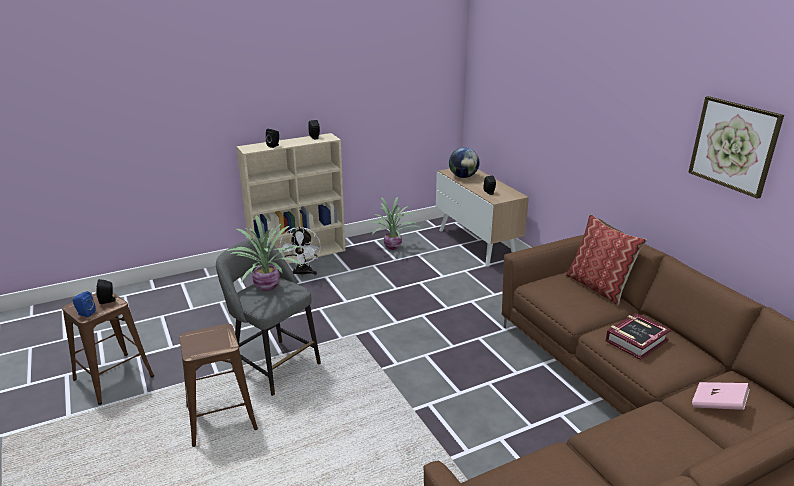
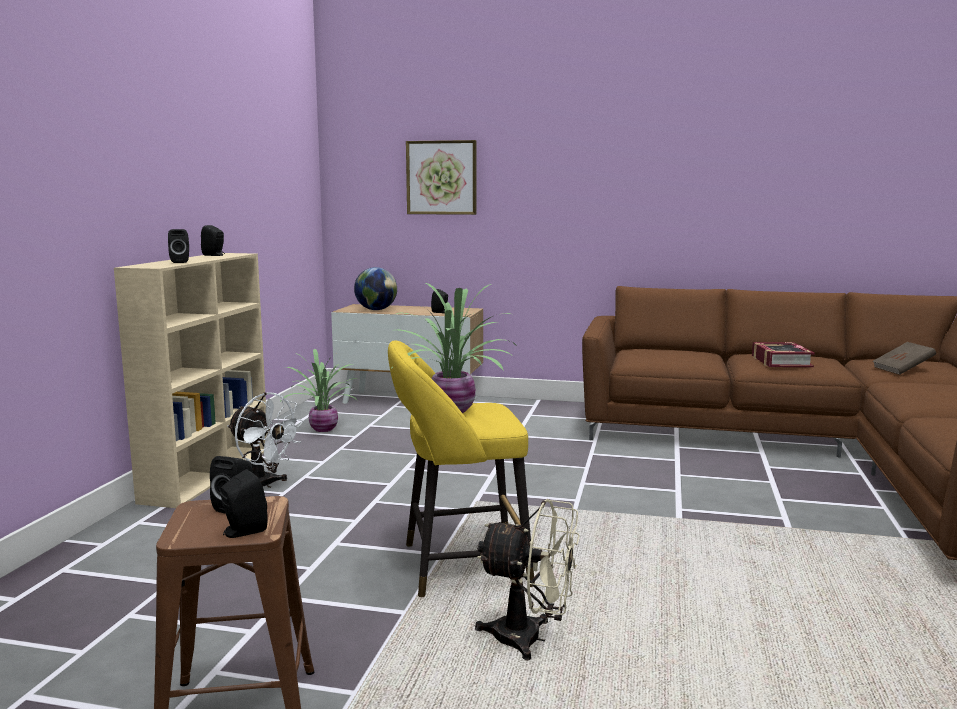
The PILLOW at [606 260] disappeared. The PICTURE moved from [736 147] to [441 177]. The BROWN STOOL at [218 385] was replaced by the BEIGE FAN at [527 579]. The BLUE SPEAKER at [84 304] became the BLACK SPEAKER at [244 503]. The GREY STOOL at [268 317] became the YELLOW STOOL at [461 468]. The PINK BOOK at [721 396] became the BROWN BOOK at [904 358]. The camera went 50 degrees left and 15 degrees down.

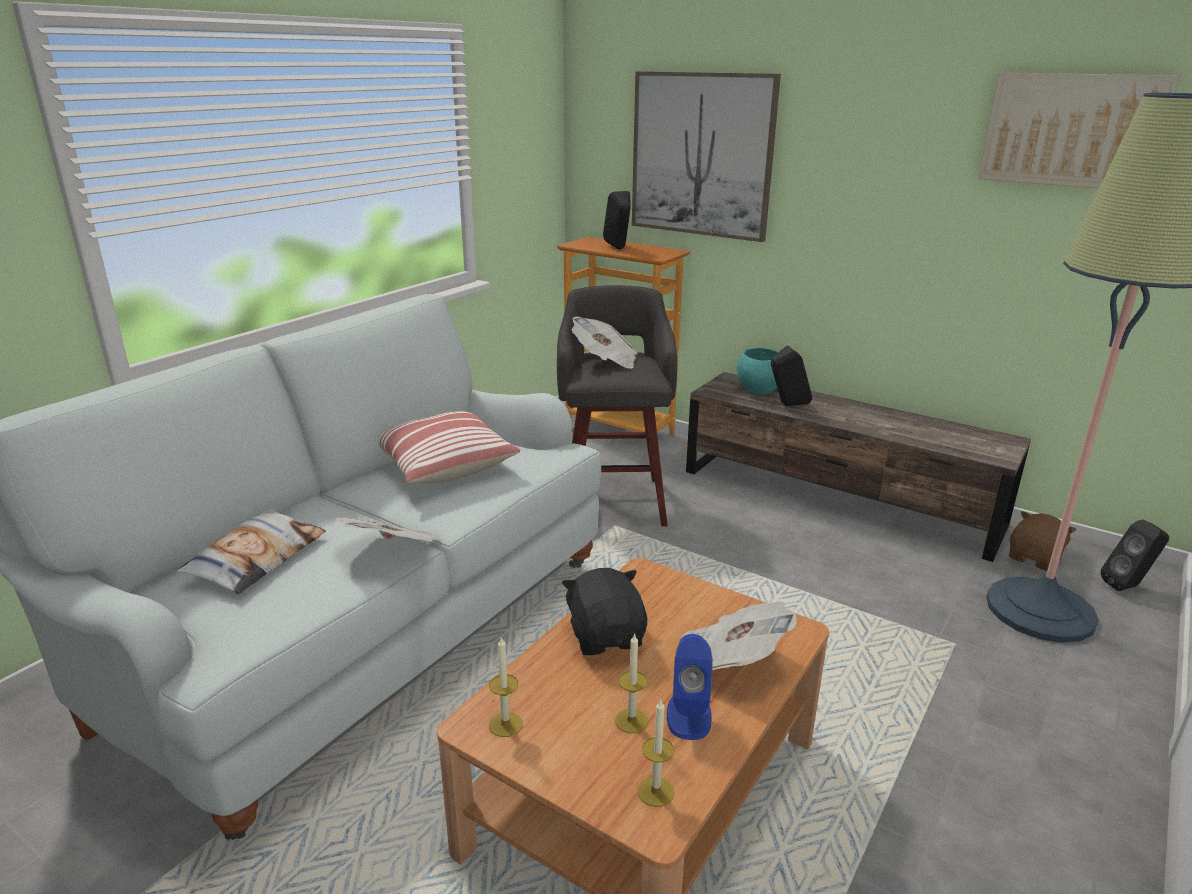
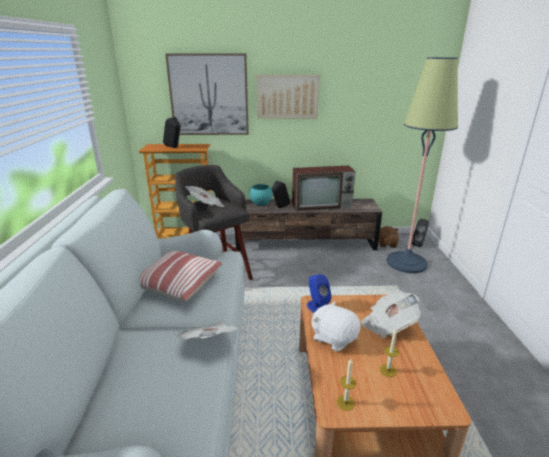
The PILLOW at [251 551] disappeared. The CANDLE at [656 752] disappeared. The TELEVISION at [323 188] appeared. The BLUE SPEAKER moved from [690 687] to [319 293]. The PICTURE moved from [1079 130] to [288 97]. The BLACK PLUSH TOY at [604 611] became the WHITE PLUSH TOY at [336 326]. The camera went 35 degrees left and 0 degrees up.

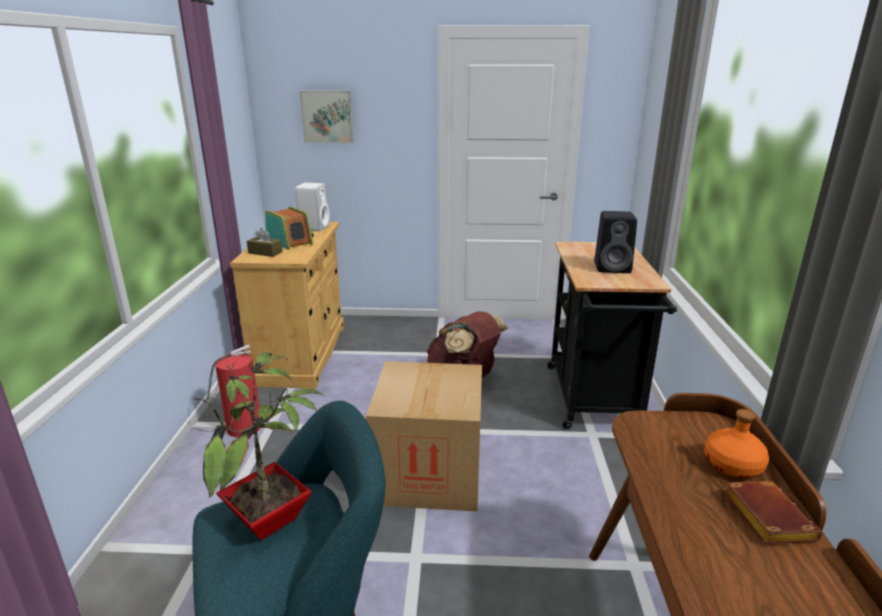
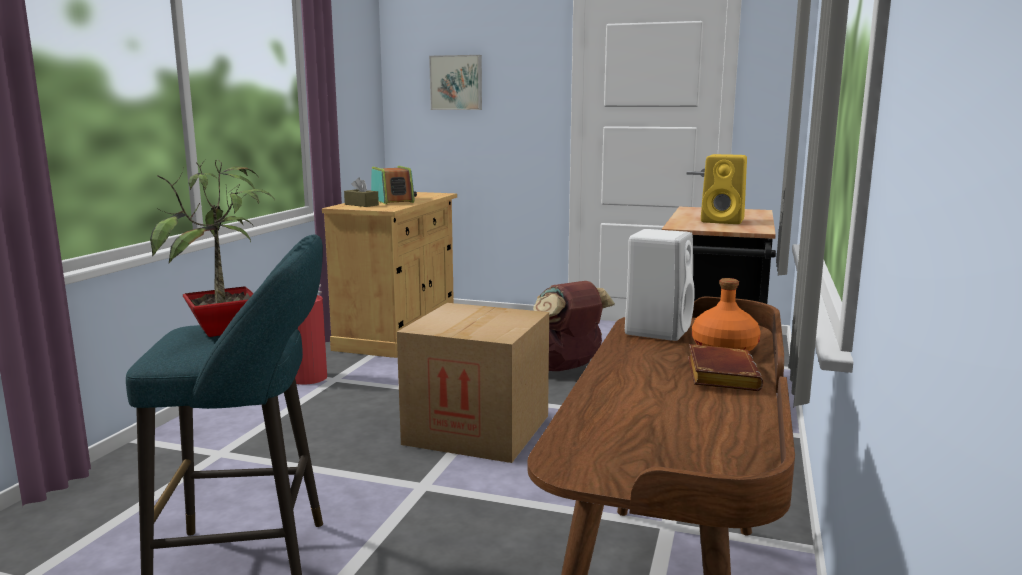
The WHITE SPEAKER moved from [312 207] to [660 285]. The BLACK SPEAKER at [615 242] became the YELLOW SPEAKER at [724 189]. The camera went 15 degrees right and 10 degrees down.

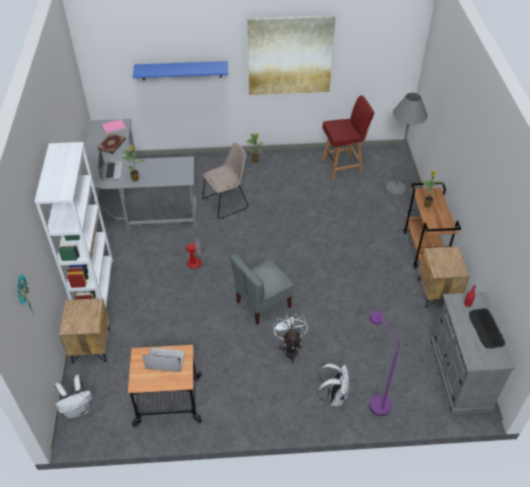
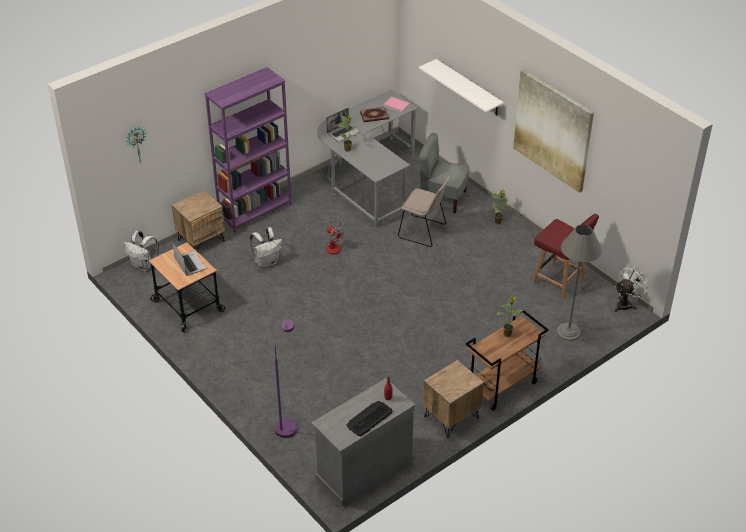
The GREY CHAIR moved from [262 289] to [444 173]. The WHITE FAN moved from [290 339] to [632 289]. The WHITE BACKPACK moved from [333 384] to [266 247]. The WHITE BOOKCASE at [73 225] became the PURPLE BOOKCASE at [248 150]. The BLUE SHELF at [180 70] became the WHITE SHELF at [461 87]. The camera went 55 degrees right and 5 degrees down.

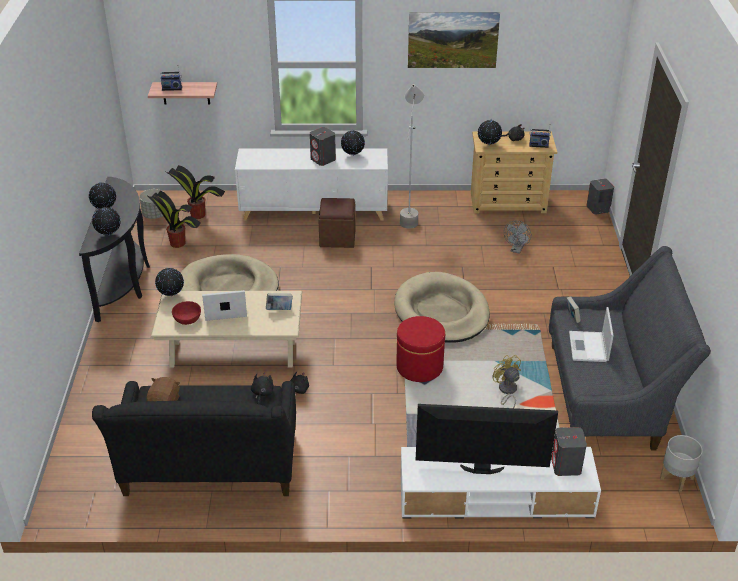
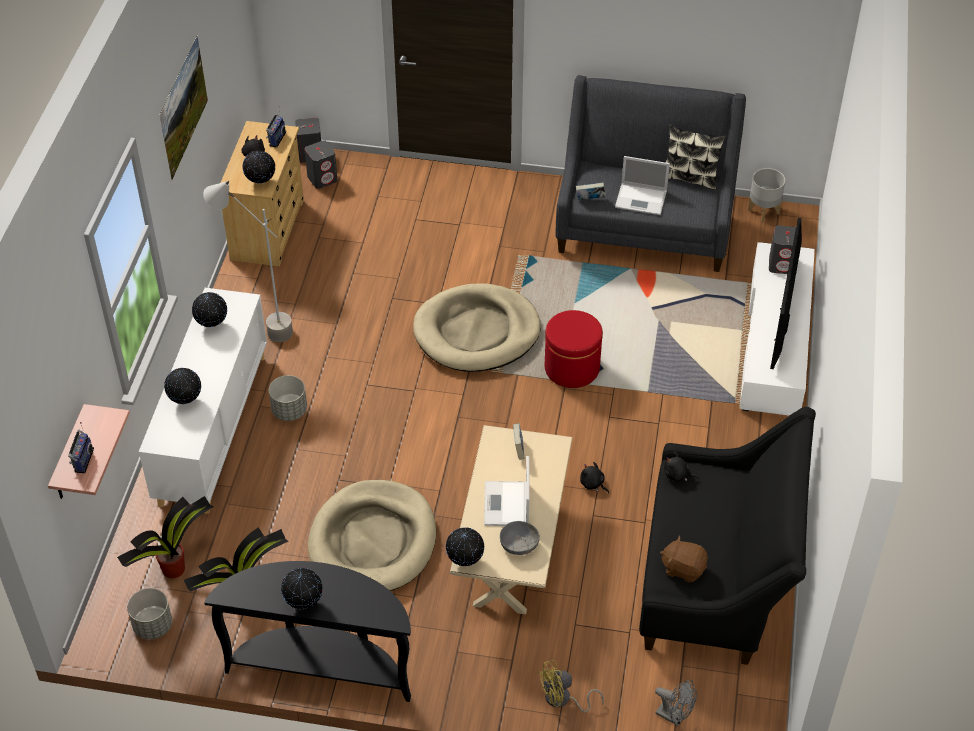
The PILLOW at [696 157] appeared. The GLOBE moved from [106 221] to [182 386]. The GREY SPEAKER moved from [323 146] to [320 164]. The YELLOW FAN moved from [506 381] to [571 686]. The GREY FAN moved from [517 237] to [676 703]. The BROWN OTTOMAN at [337 223] was replaced by the GREY PLANTER at [288 398]. The RED BOWL at [186 313] became the GREY BOWL at [520 538]. The camera went 80 degrees left and 10 degrees up.

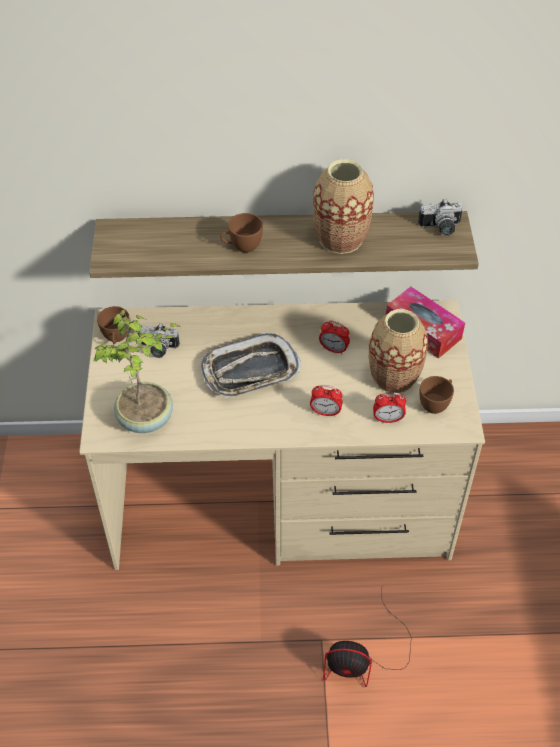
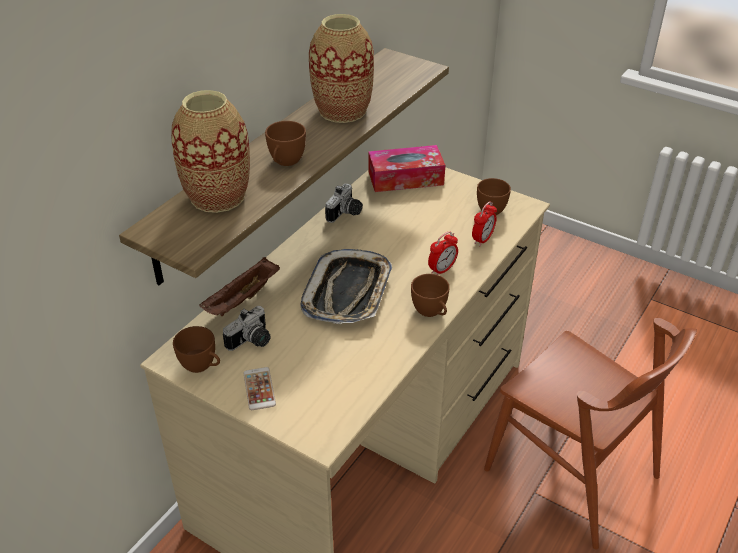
The POTTED PLANT at [137 371] disappeared. The ALARM CLOCK at [334 337] disappeared. The BROWN TRAY at [239 286] appeared. The PHONE at [259 388] appeared. The BROWN CUP at [430 295] appeared. The VASE moved from [398 351] to [210 151]. The PHOTO CAMERA moved from [440 217] to [344 203]. The FAN at [368 638] was replaced by the BROWN CHAIR at [590 433]. The camera went 55 degrees left and 10 degrees down.

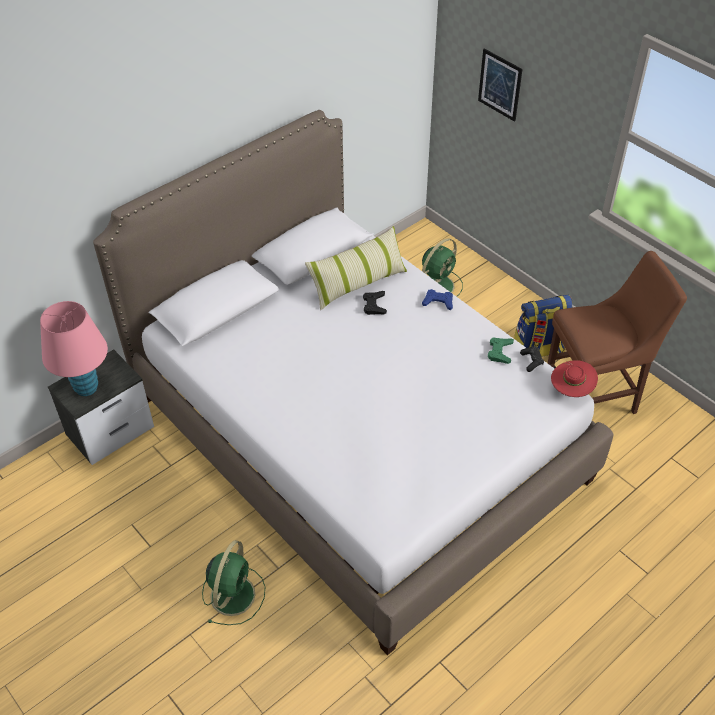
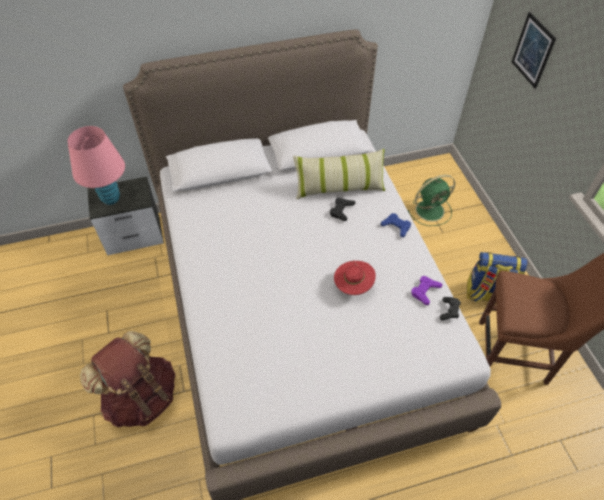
The RED HAT moved from [574 378] to [355 277]. The GREEN FAN at [233 582] was replaced by the BROWN BACKPACK at [127 379]. The GREEN GAME CONTROLLER at [501 351] became the PURPLE GAME CONTROLLER at [427 290]. The camera went 25 degrees right and 5 degrees up.

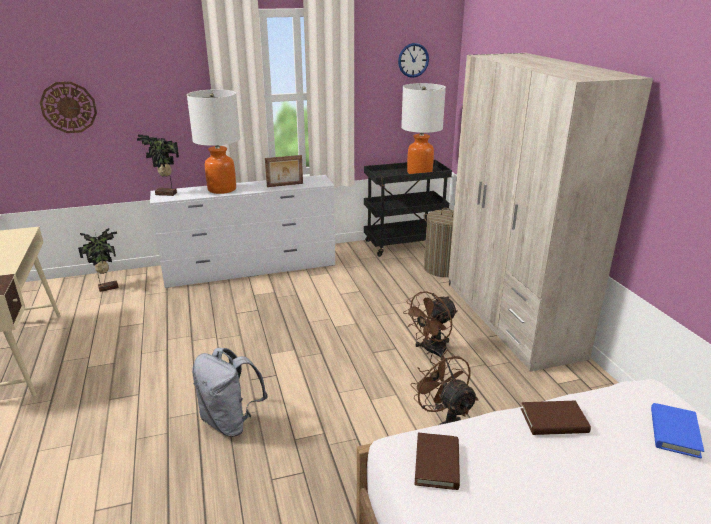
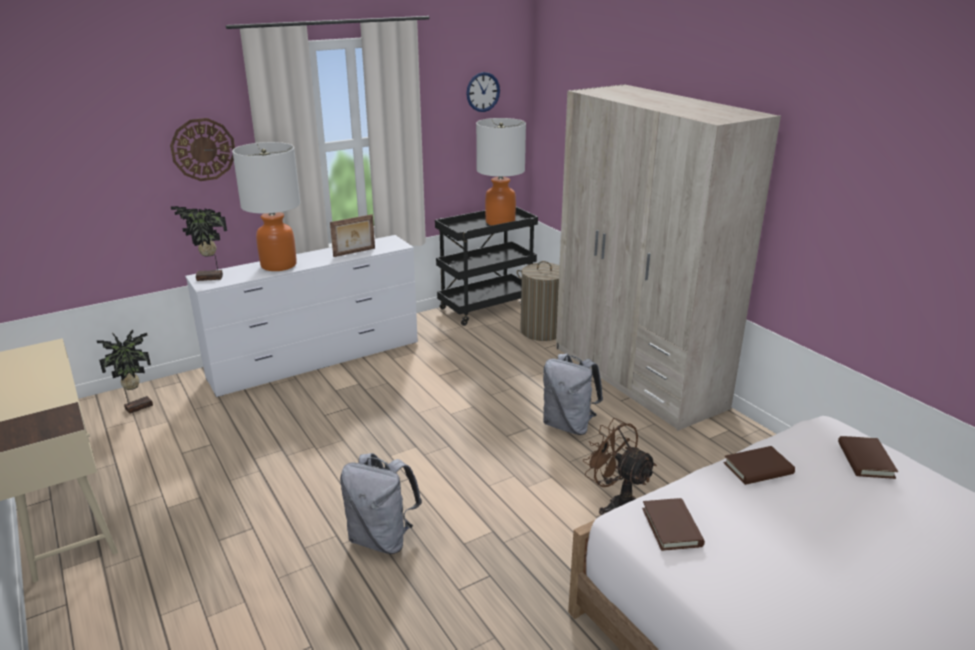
The WALL CLOCK moved from [68 107] to [202 149]. The BROWN FAN at [430 324] was replaced by the GREY BACKPACK at [573 394]. The BLUE BOOK at [677 431] became the BROWN BOOK at [868 457]. The camera went 15 degrees left and 0 degrees up.

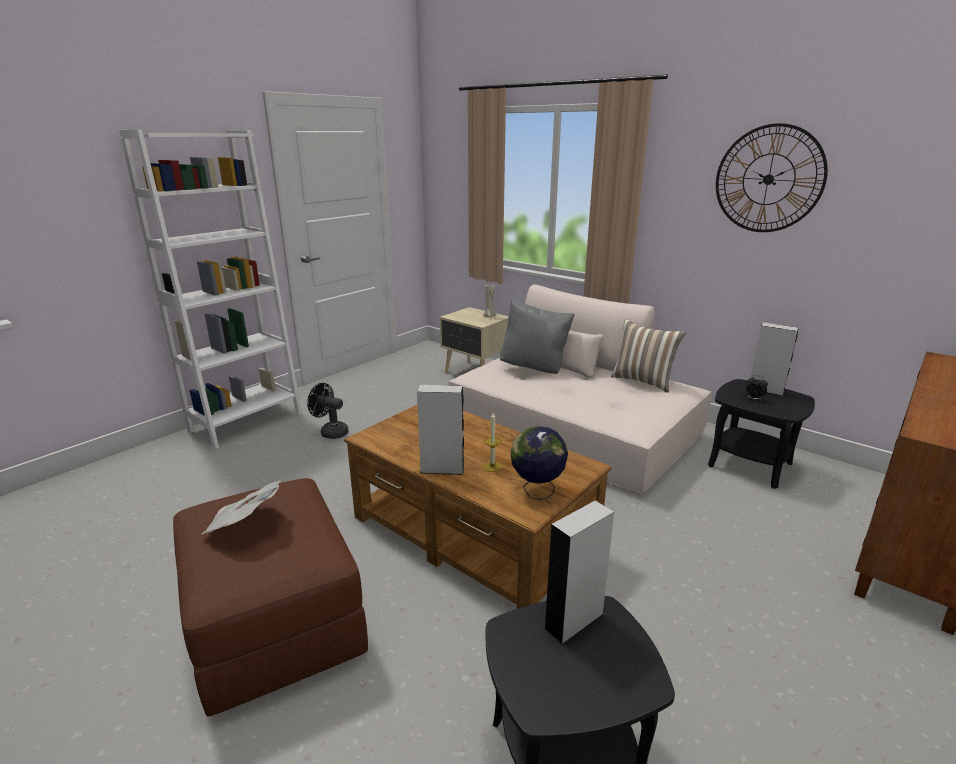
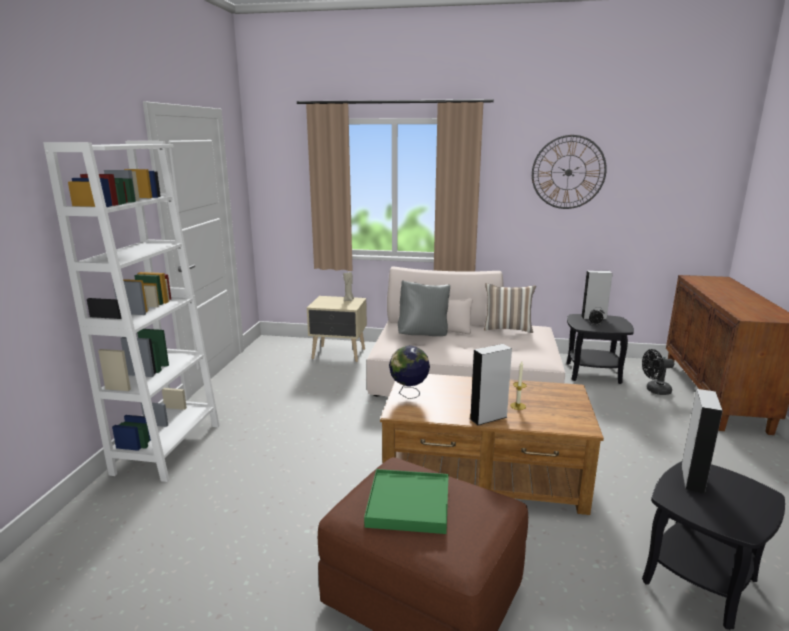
The BLACK FAN moved from [328 411] to [658 372]. The GLOBE moved from [539 463] to [409 372]. The NEWSPAPER at [241 507] was replaced by the GREEN TRAY at [406 501]. The camera went 30 degrees left and 5 degrees down.

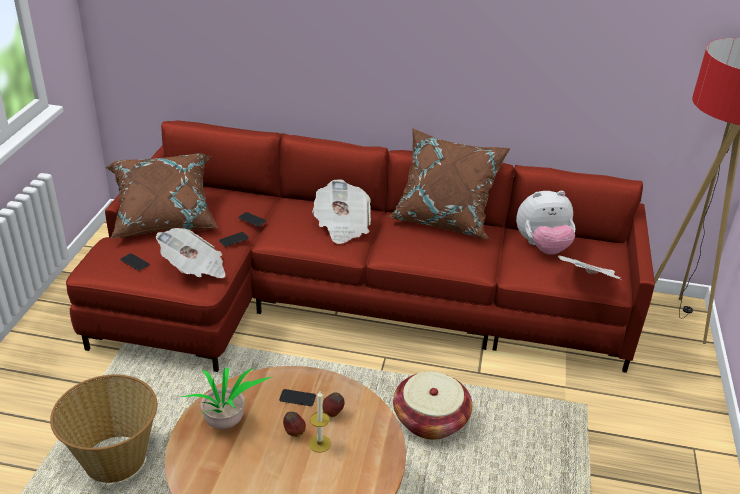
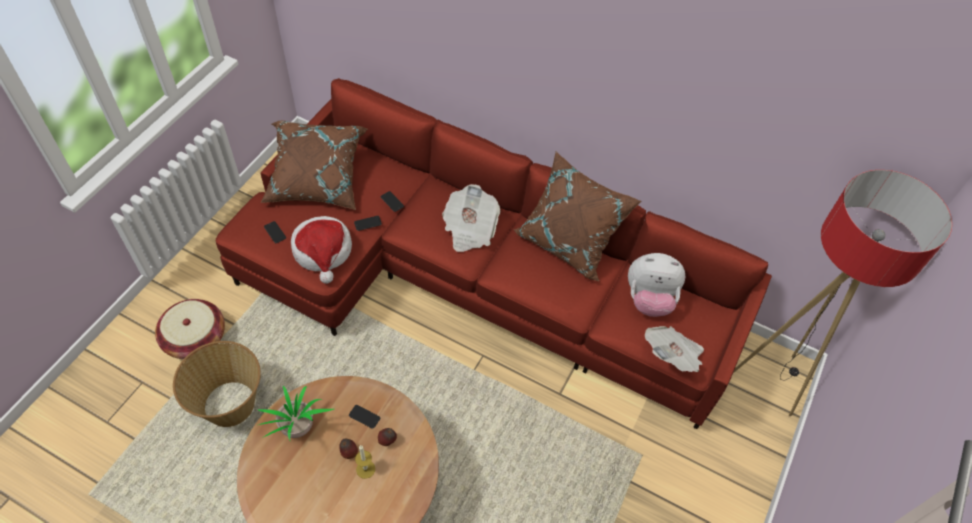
The BASKET moved from [432 406] to [190 329]. The NEWSPAPER at [191 253] was replaced by the HAT at [321 250]. The camera went 15 degrees right and 20 degrees up.

